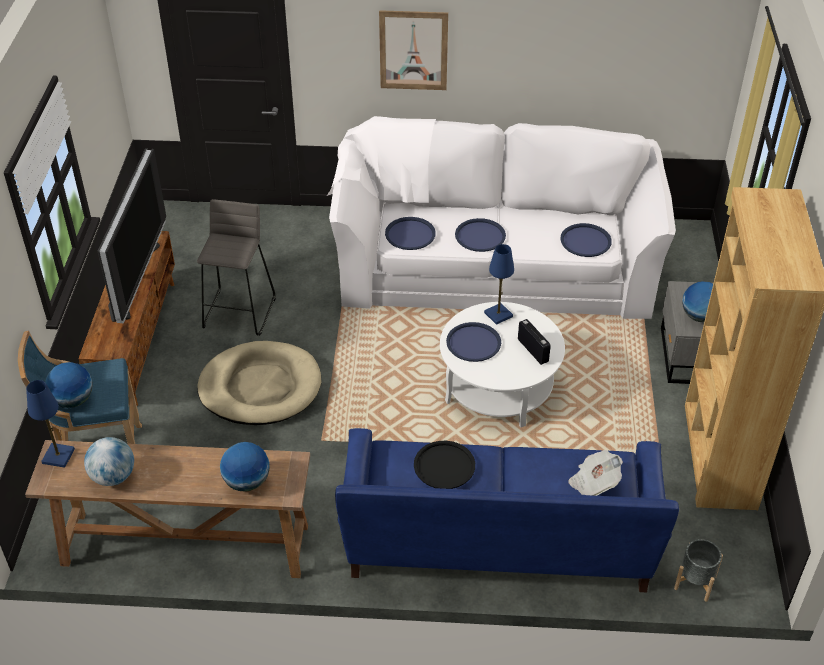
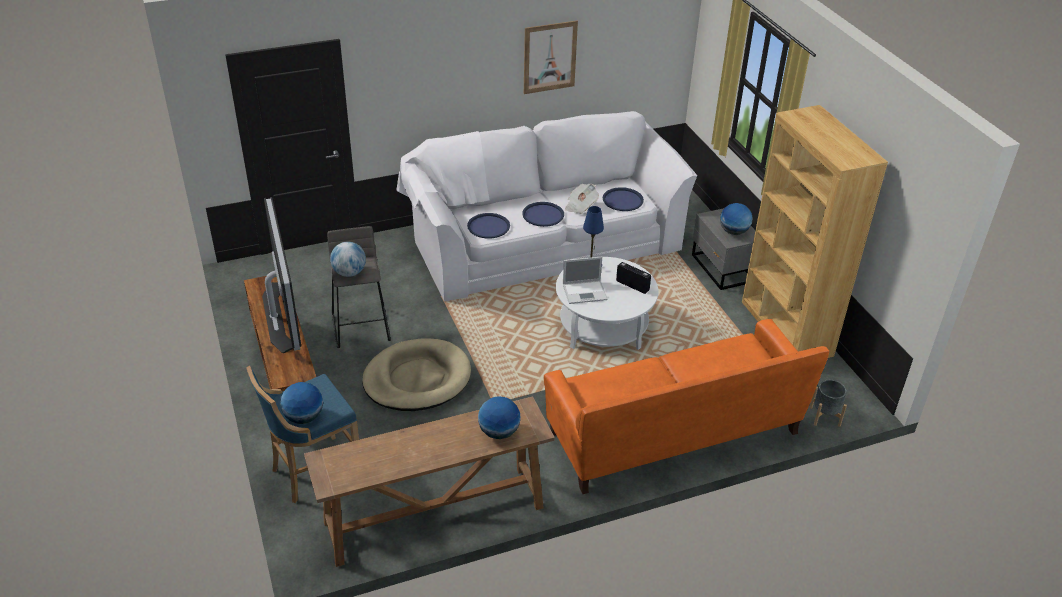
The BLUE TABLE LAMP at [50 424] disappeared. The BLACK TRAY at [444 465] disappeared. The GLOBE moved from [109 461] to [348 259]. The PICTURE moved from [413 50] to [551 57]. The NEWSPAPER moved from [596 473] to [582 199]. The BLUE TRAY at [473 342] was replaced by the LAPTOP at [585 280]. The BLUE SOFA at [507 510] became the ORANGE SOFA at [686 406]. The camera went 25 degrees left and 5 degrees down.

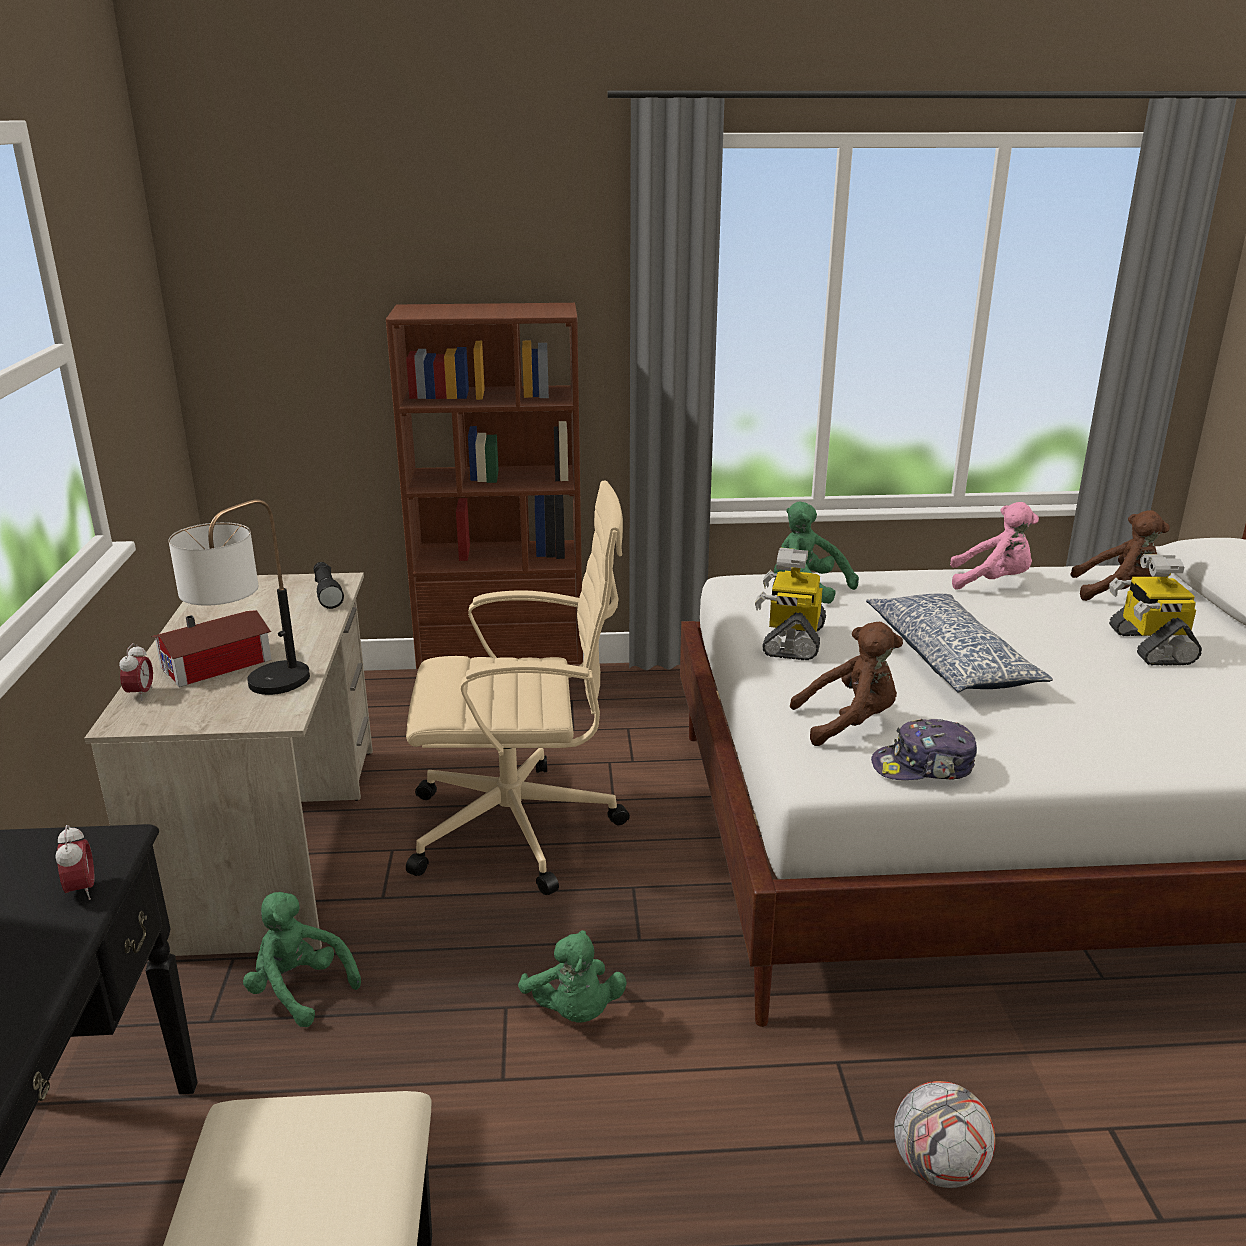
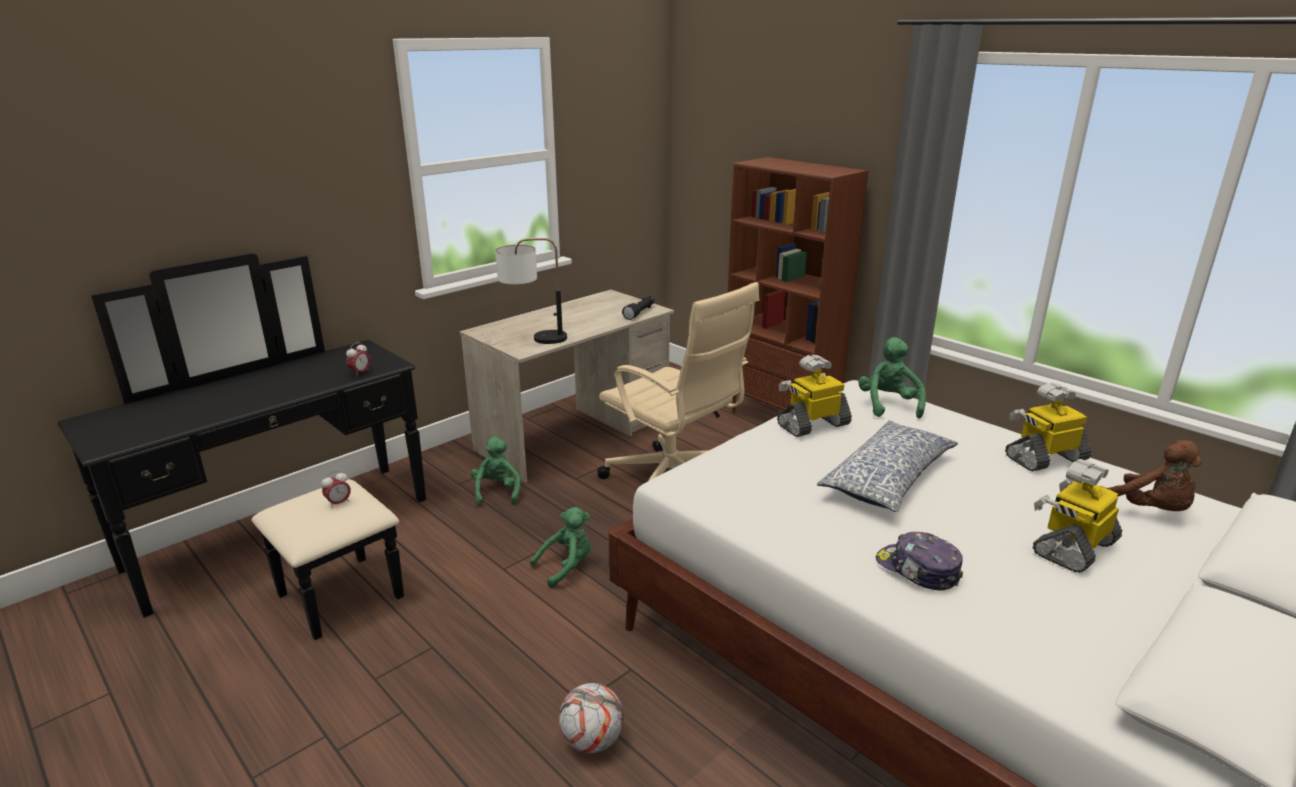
The TOY HOUSE at [211 648] disappeared. The BROWN PLUSH TOY at [846 684] disappeared. The ALARM CLOCK moved from [136 672] to [336 489]. The CAP moved from [924 749] to [919 561]. The PINK PLUSH TOY at [994 546] was replaced by the TOY ROBOT at [1048 427]. The GREEN PLUSH TOY at [572 976] turned 150 degrees counterclockwise. The camera went 50 degrees right and 0 degrees up.

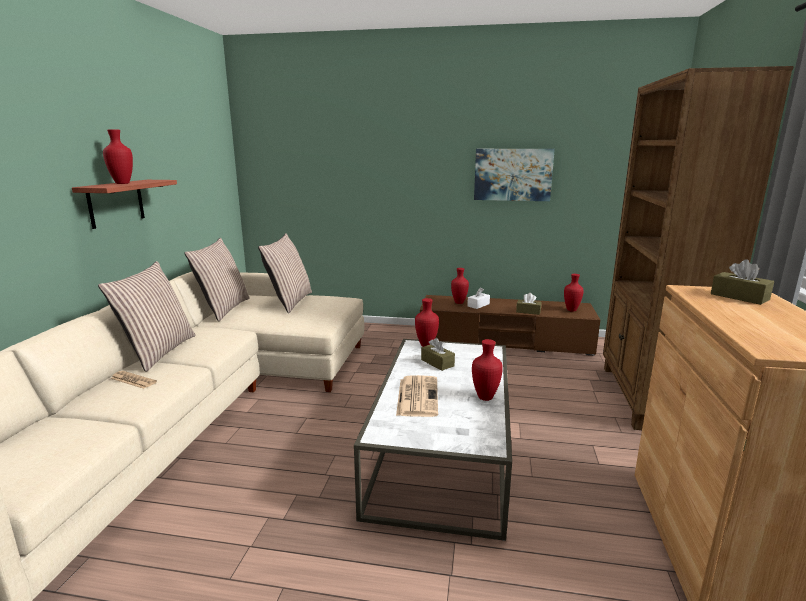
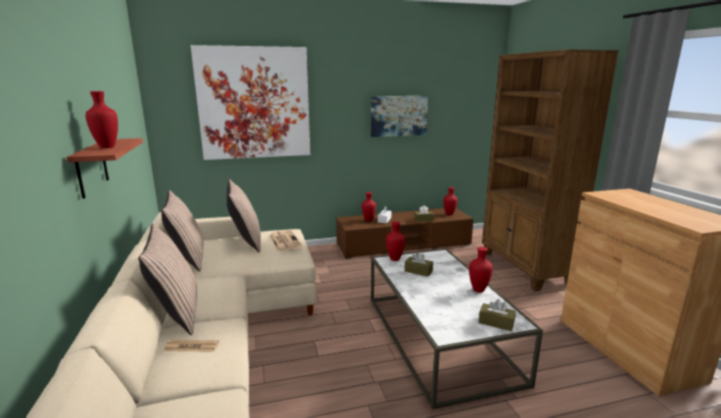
The PICTURE at [250 102] appeared. The NEWSPAPER moved from [417 396] to [285 240]. The BROWN TISSUE BOX moved from [742 282] to [497 315]. The camera went 25 degrees left and 0 degrees up.

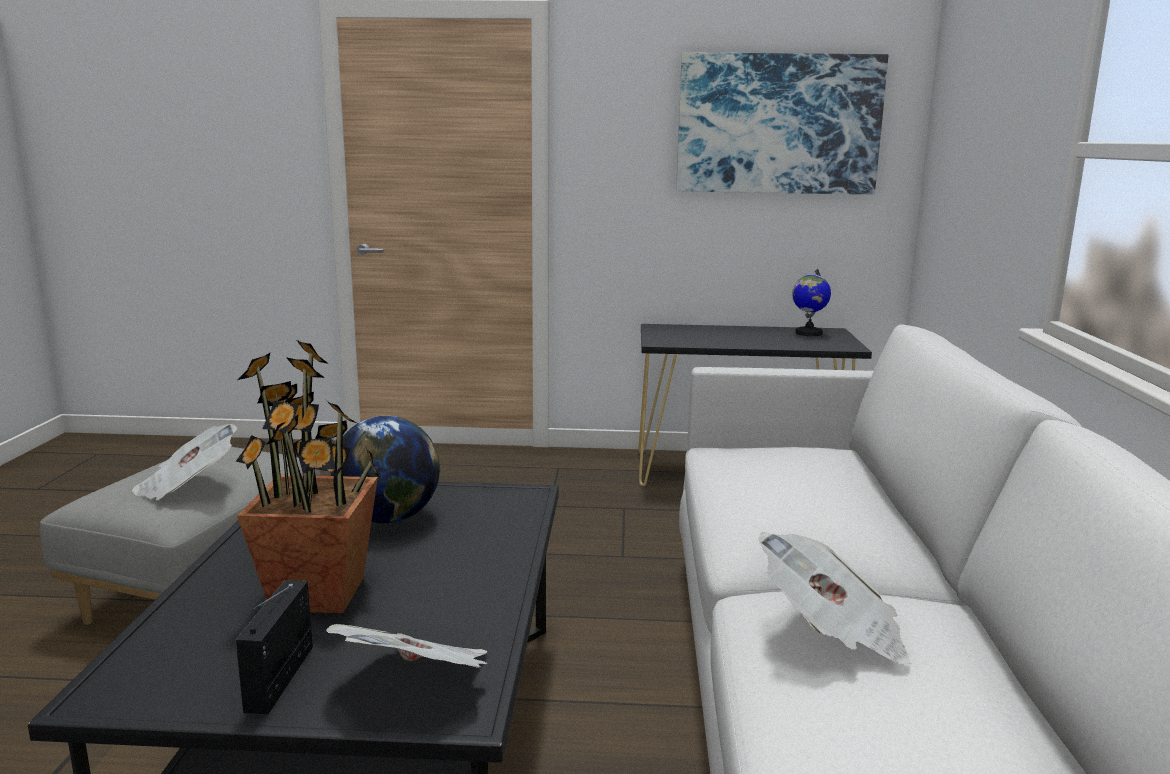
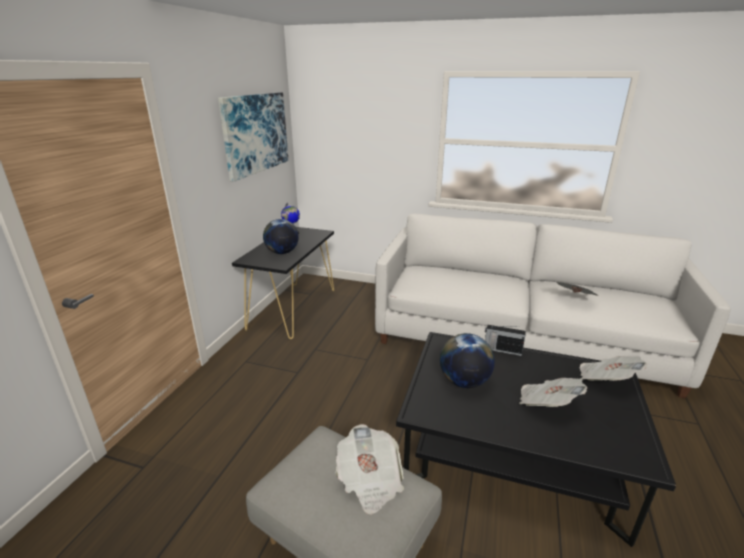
The GLOBE at [281 236] appeared. The RADIO moved from [274 647] to [505 340]. The POTTED PLANT at [308 476] was replaced by the NEWSPAPER at [553 392]. The camera went 75 degrees left and 10 degrees up.

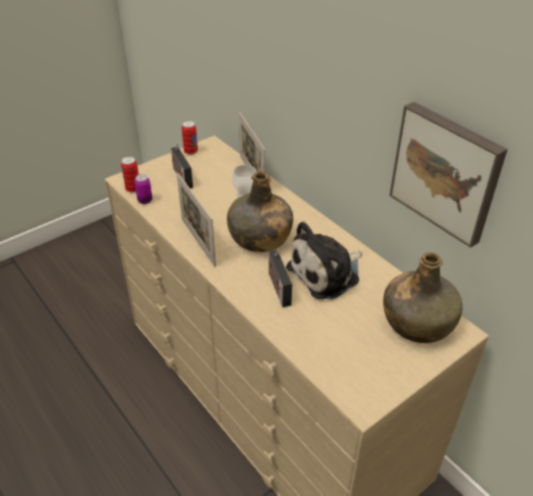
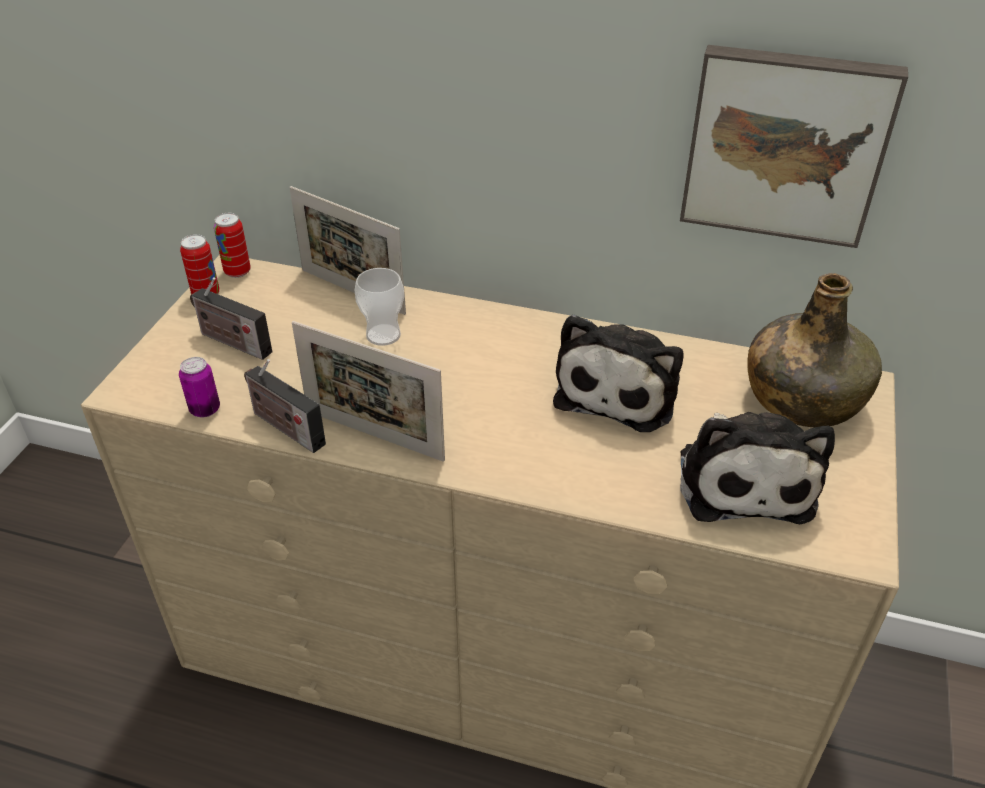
The GREEN BOTTLE at [260 212] disappeared. The PLUSH TOY at [757 468] appeared. The CAN moved from [130 174] to [232 245]. The RADIO moved from [280 278] to [285 406]. The camera went 35 degrees left and 0 degrees up.

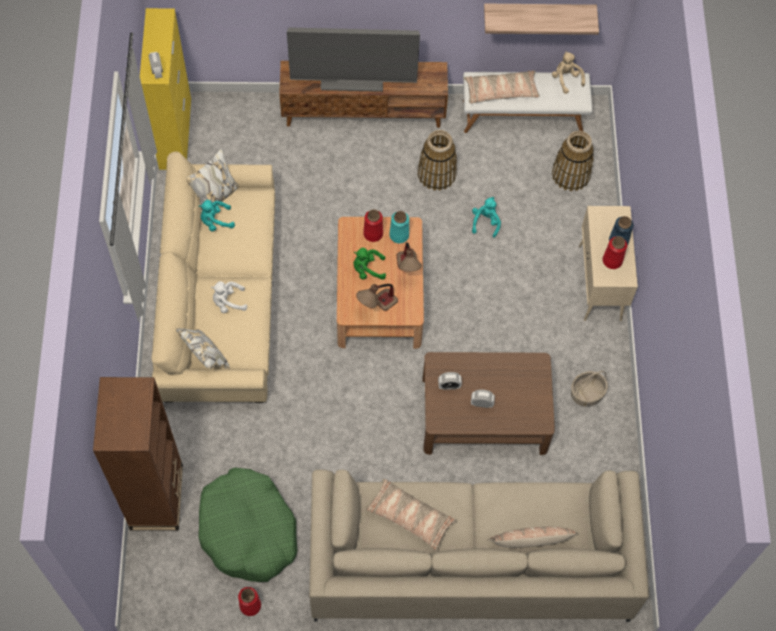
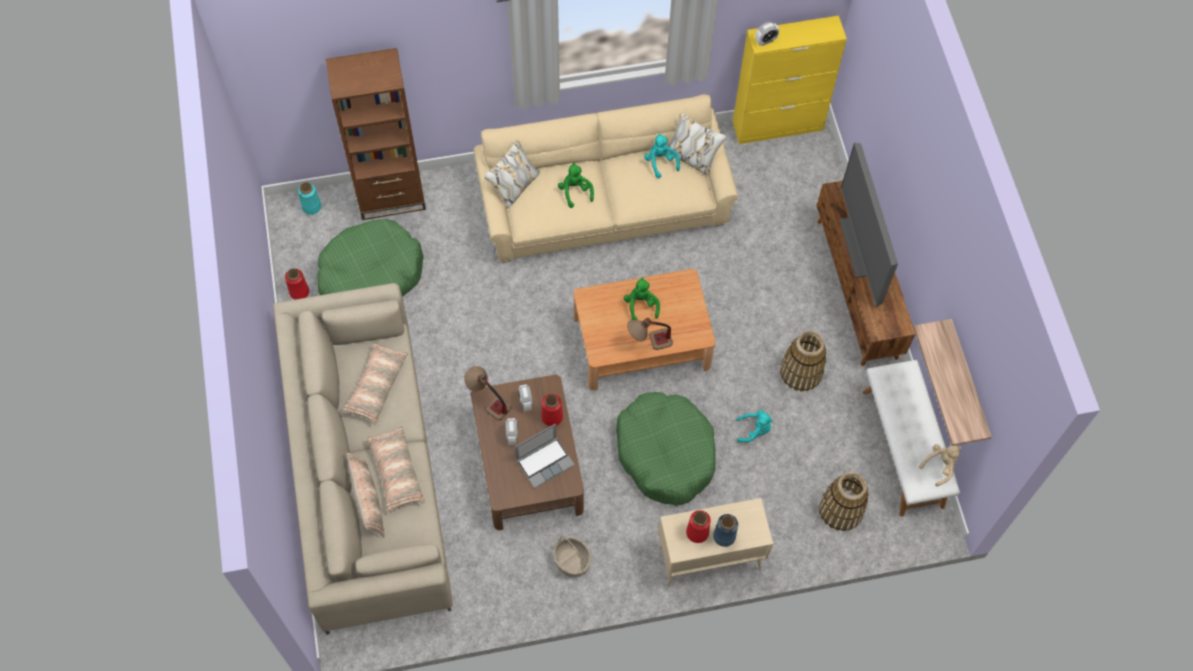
The LAPTOP at [545 456] appeared. The GREEN DOG BED at [665 449] appeared. The TABLE LAMP moved from [377 297] to [488 393]. The RED VASE moved from [373 225] to [552 410]. The TURQUOISE VASE moved from [399 227] to [309 198]. The PILLOW moved from [501 87] to [396 469]. The WHITE PLUSH TOY at [229 297] became the GREEN PLUSH TOY at [576 185]. The camera went 80 degrees right and 0 degrees up.

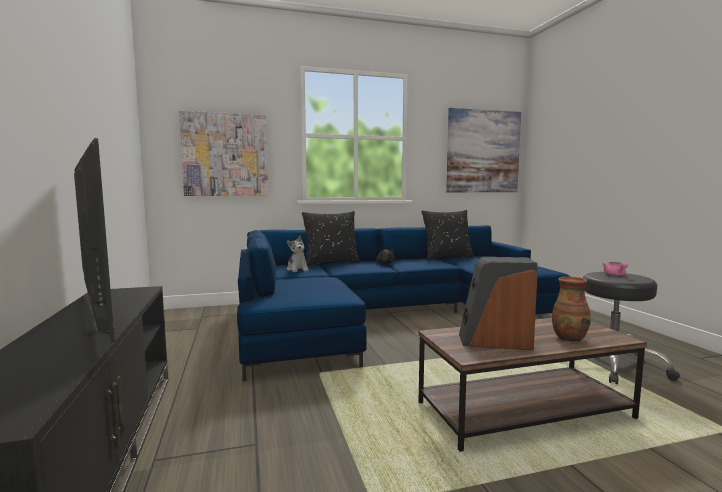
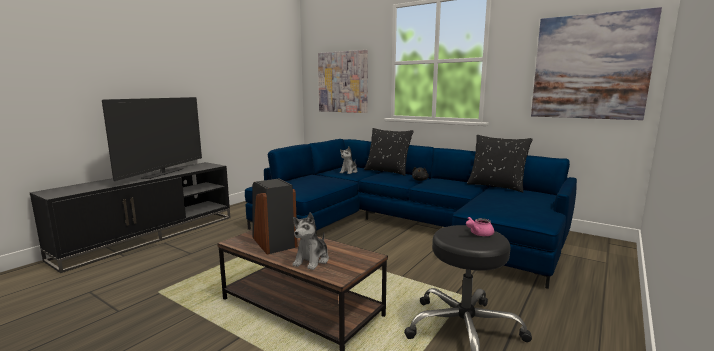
The VASE at [571 309] was replaced by the PLUSH TOY at [310 241]. The camera went 50 degrees right and 5 degrees up.

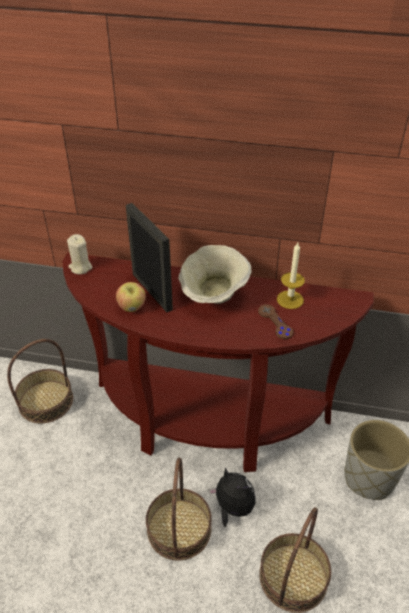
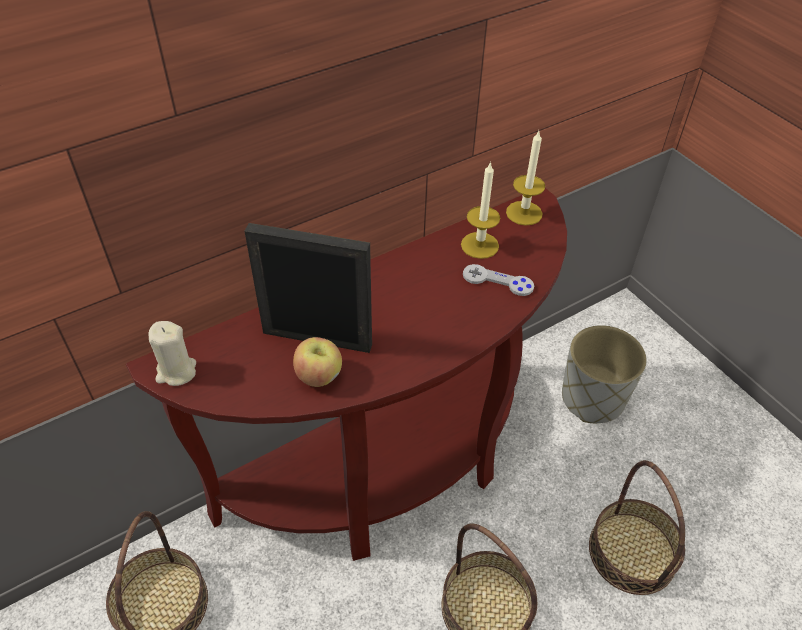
The BEIGE BOWL at [215 274] disappeared. The PLUSH TOY at [232 497] disappeared. The CANDLE at [525 178] appeared. The BROWN GAME CONTROLLER at [275 321] became the GREY GAME CONTROLLER at [498 280]. The camera went 45 degrees left and 5 degrees up.

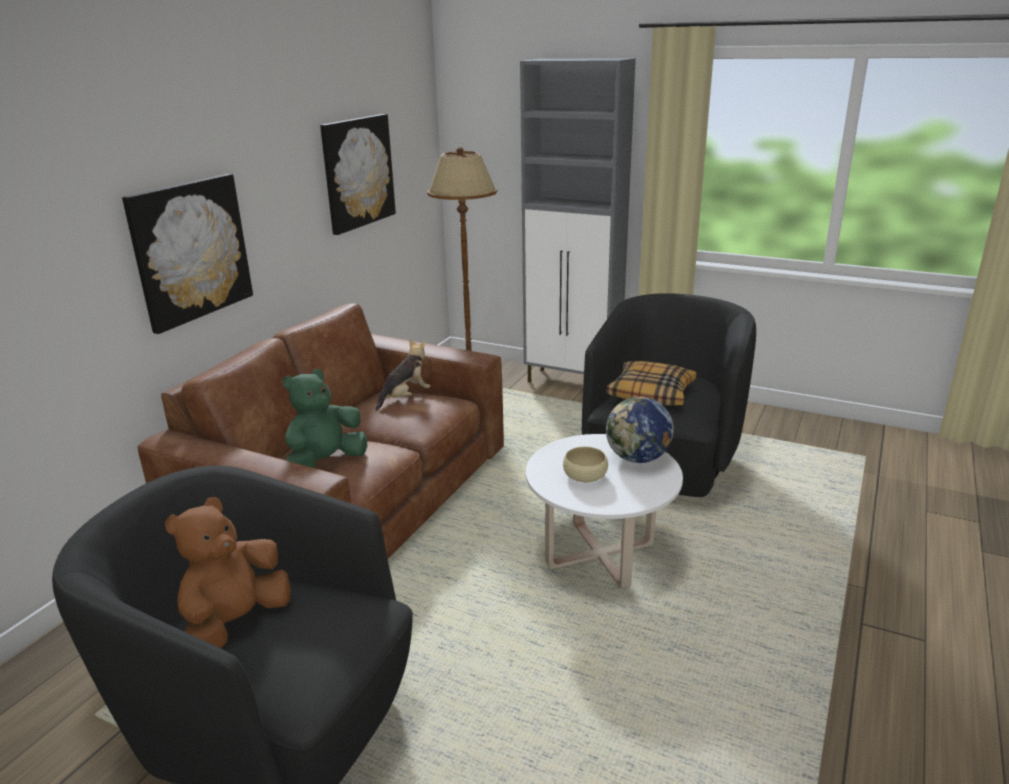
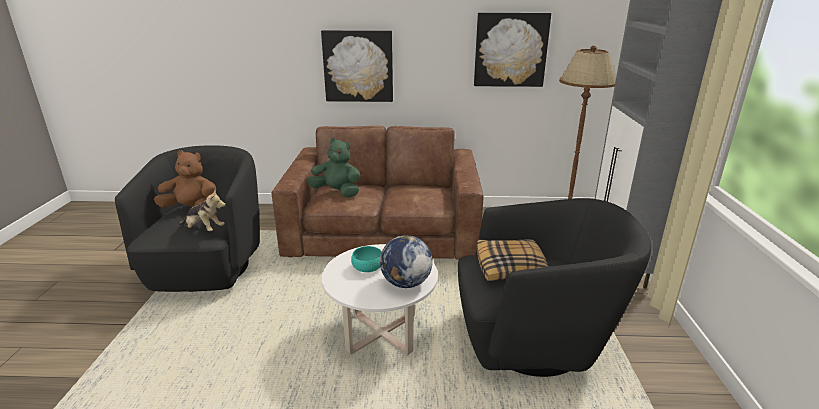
The PLUSH TOY moved from [403 375] to [202 211]. The BEIGE BOWL at [585 464] became the TURQUOISE BOWL at [366 259]. The camera went 65 degrees right and 0 degrees up.

